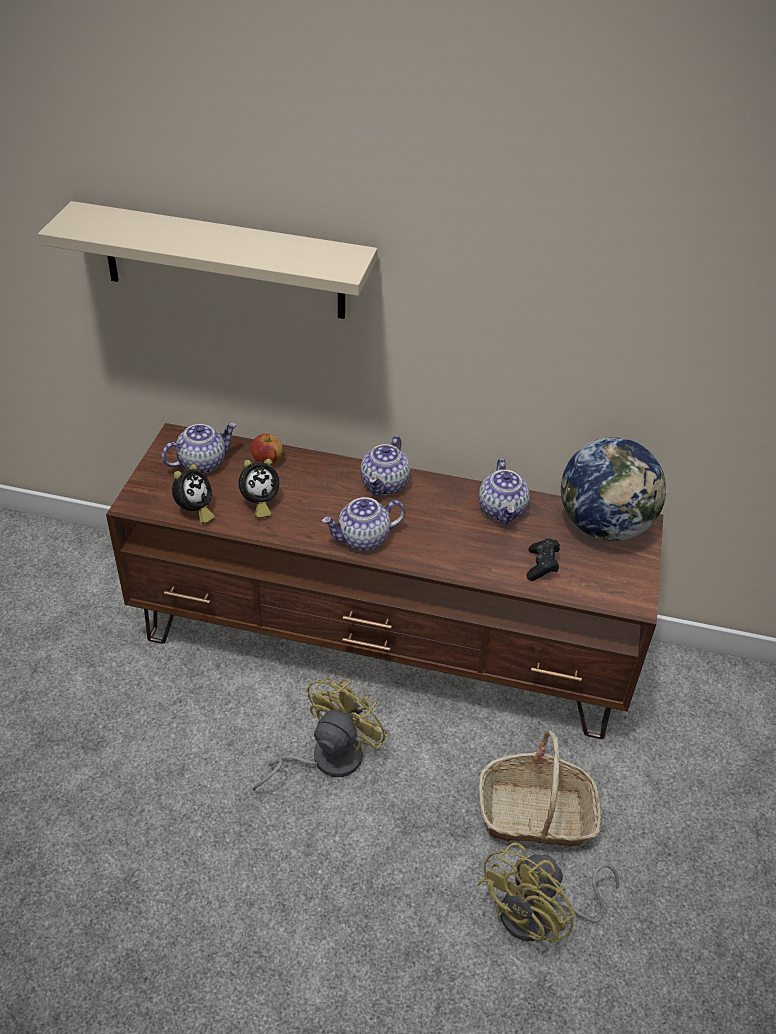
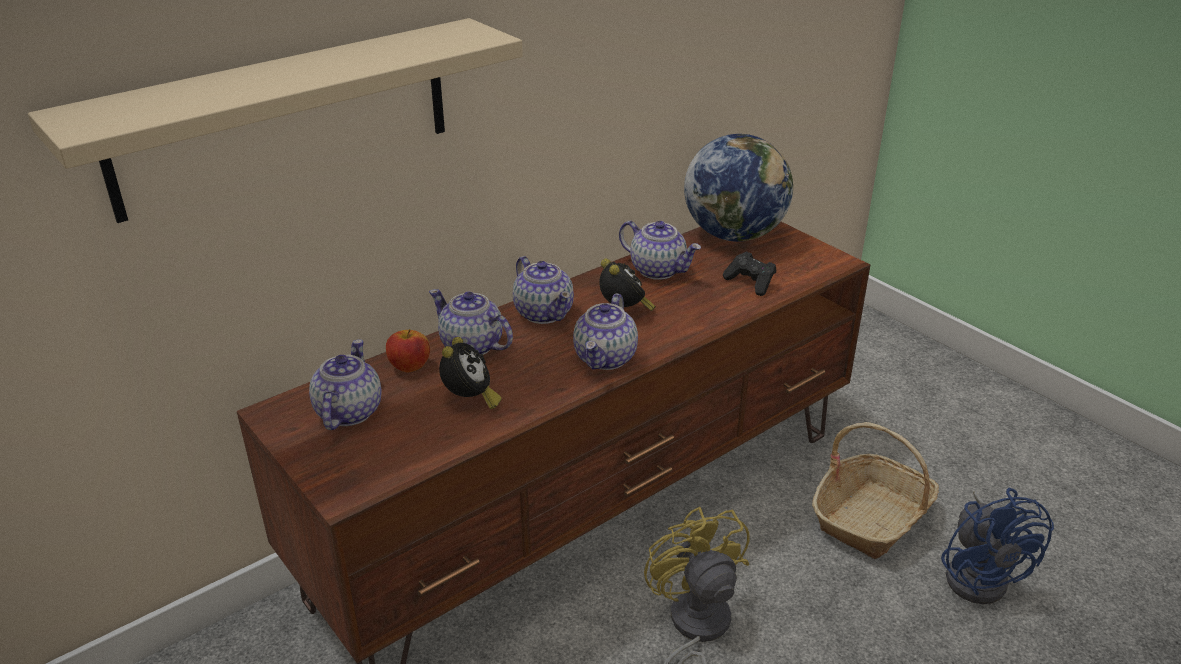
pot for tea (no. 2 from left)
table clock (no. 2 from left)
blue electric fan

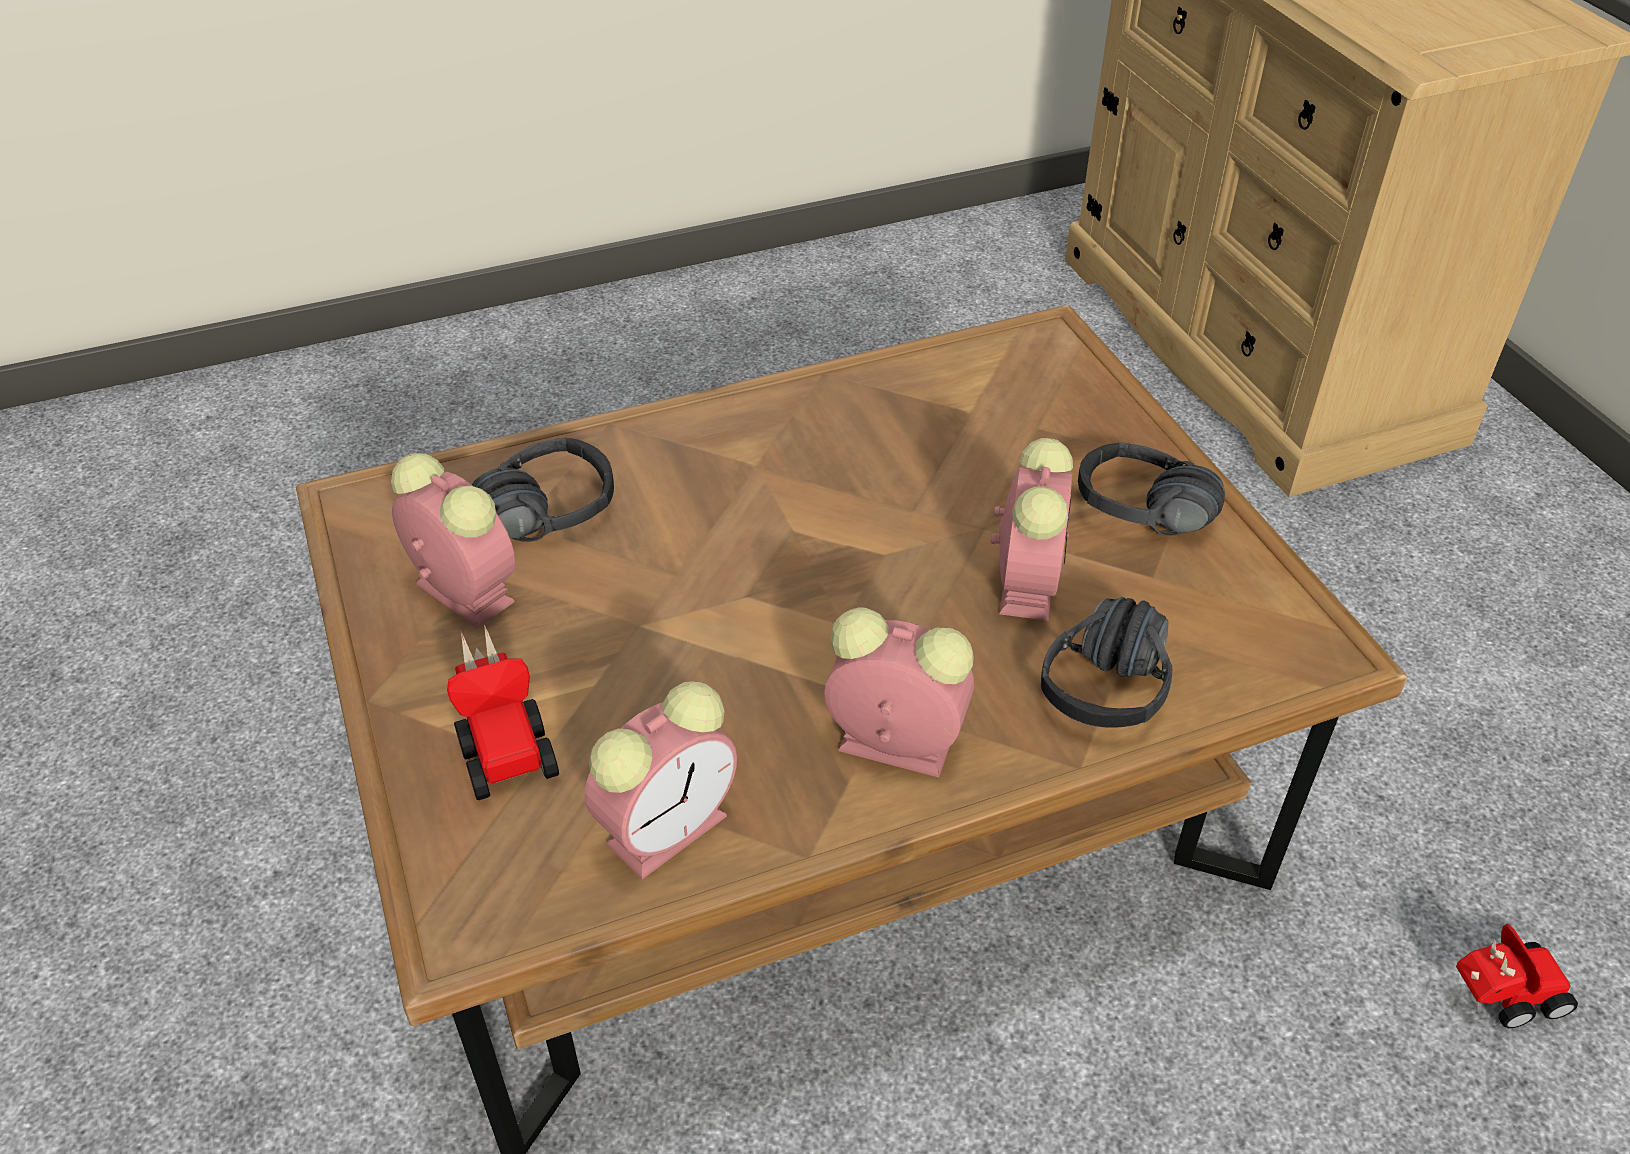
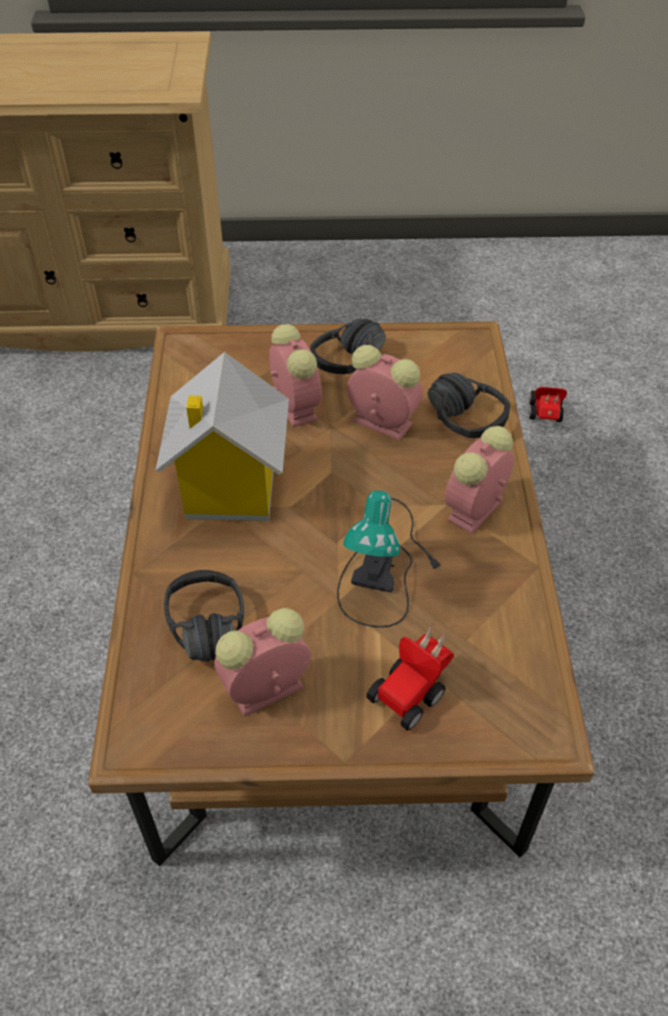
toy house
table clock (no. 2 from left)
table lamp
toy car (no. 1 from left)

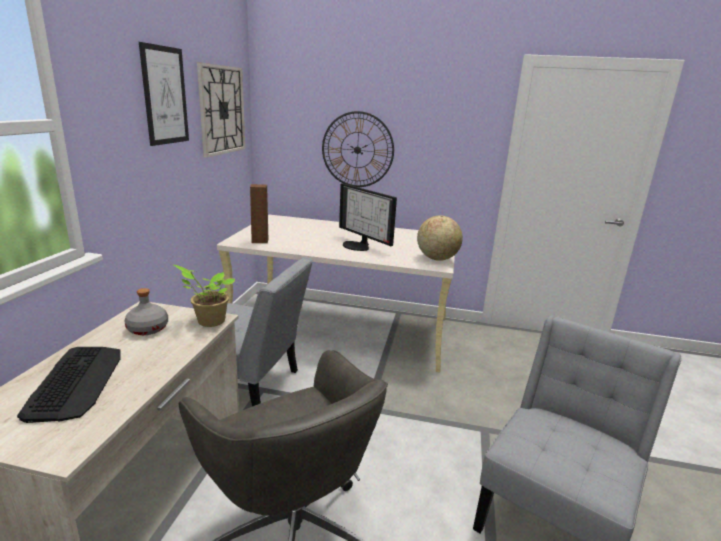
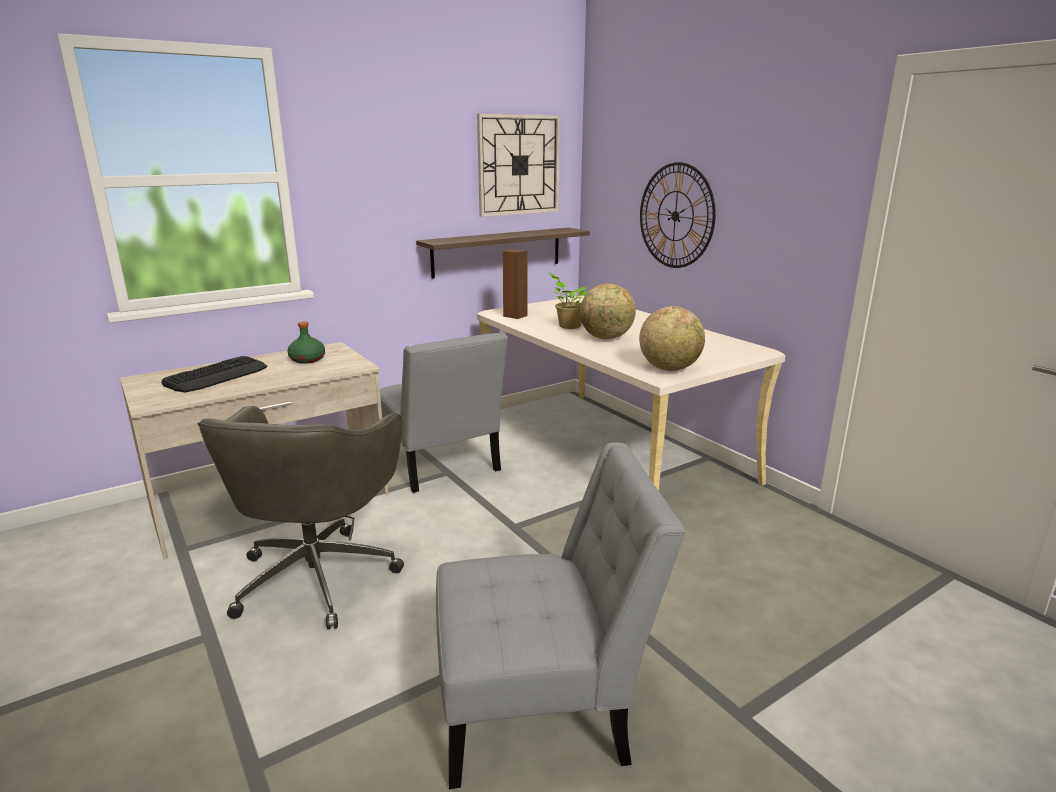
green drink bottle
bracket shelf
plant in a pot
desk globe (no. 1 from left)
picture

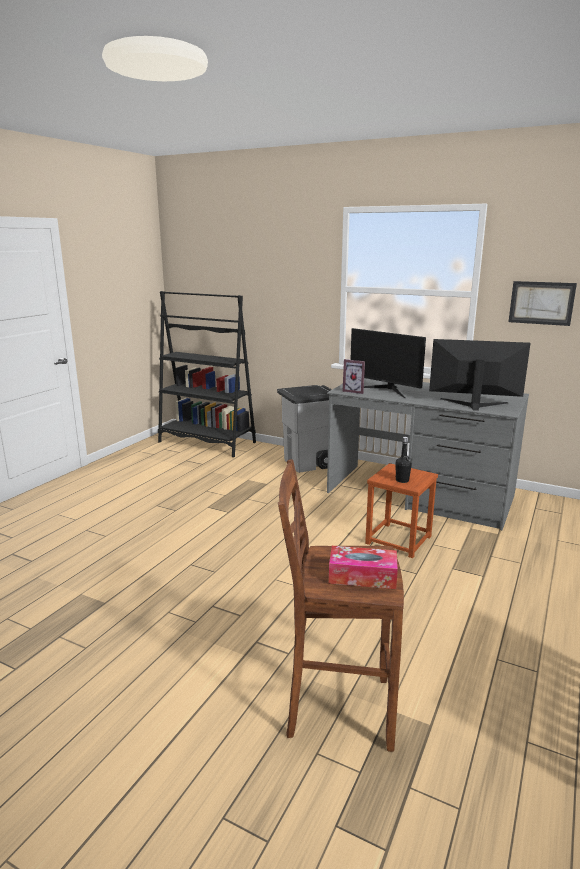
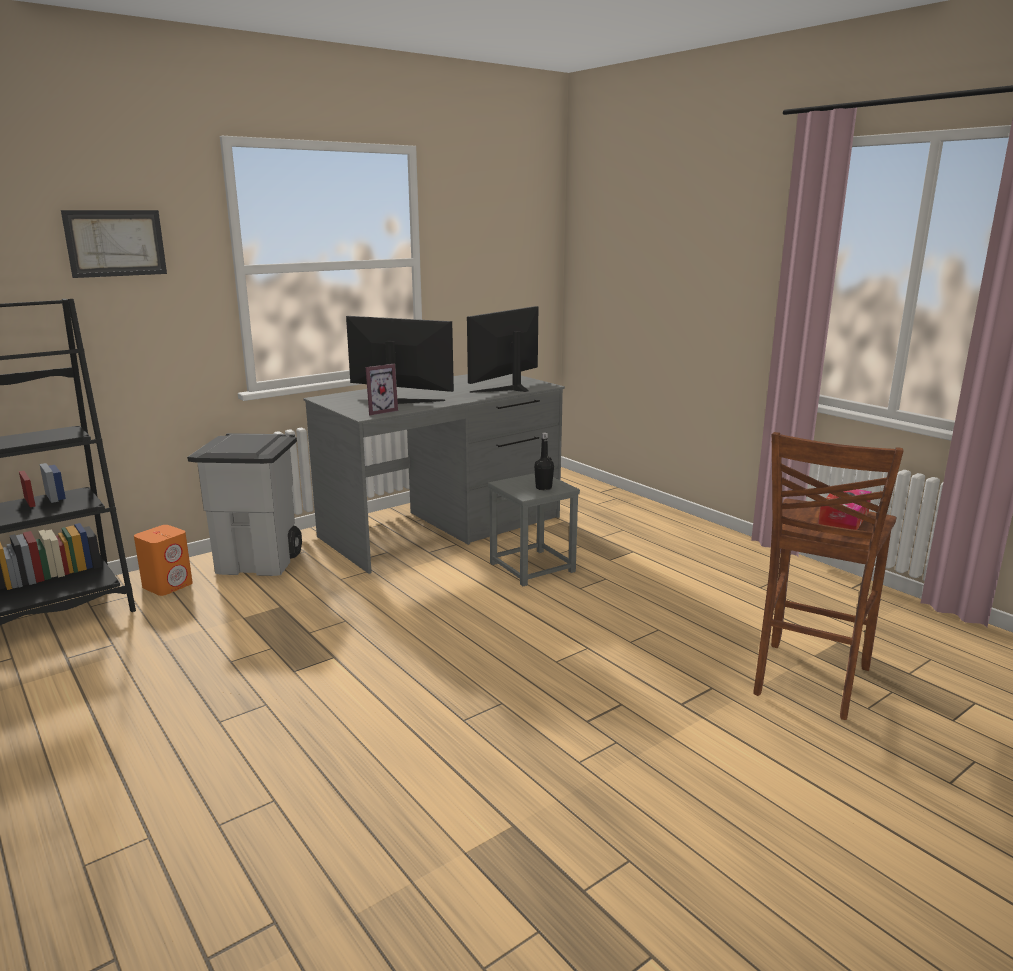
picture
orange speaker
monitor (no. 1 from left)
gray stool seat

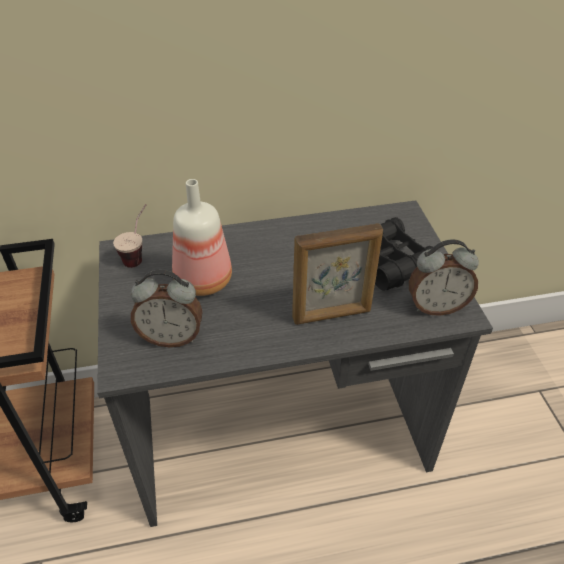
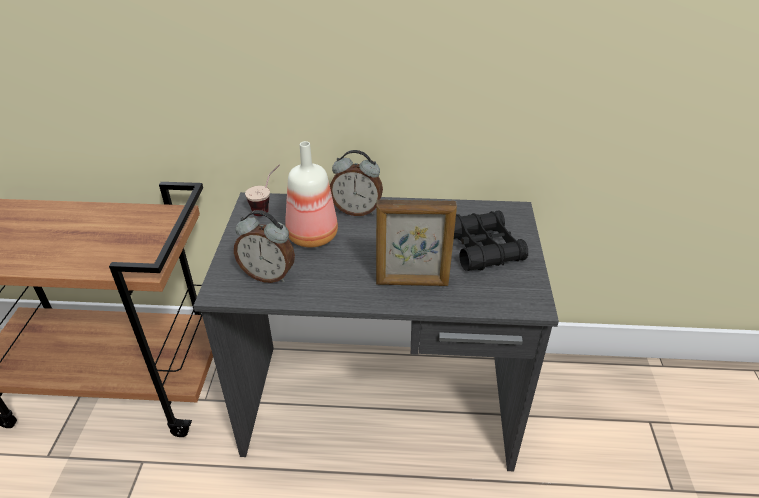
table clock (no. 2 from left)

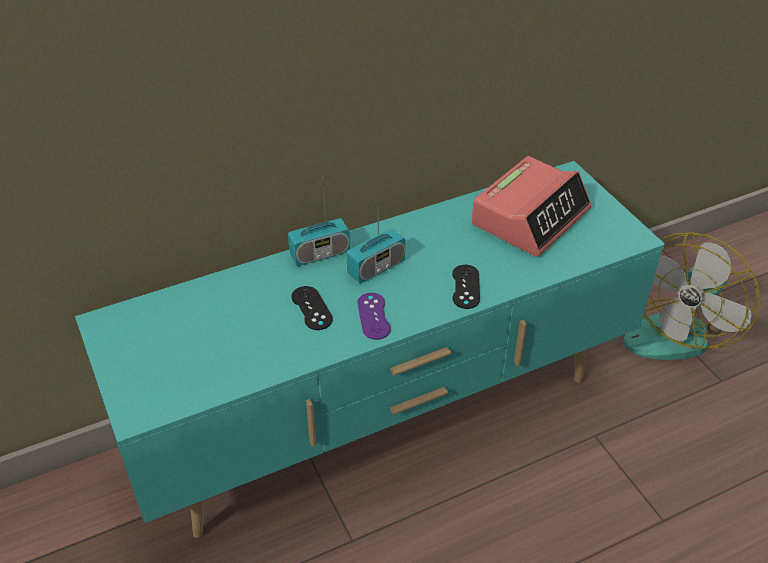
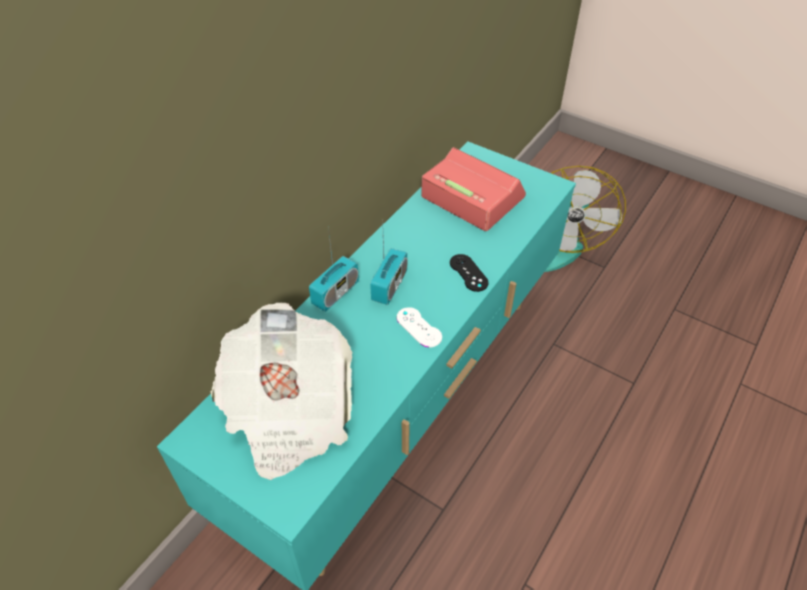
newspaper
whitish game controller
table clock
black game controller (no. 1 from left in the first image)

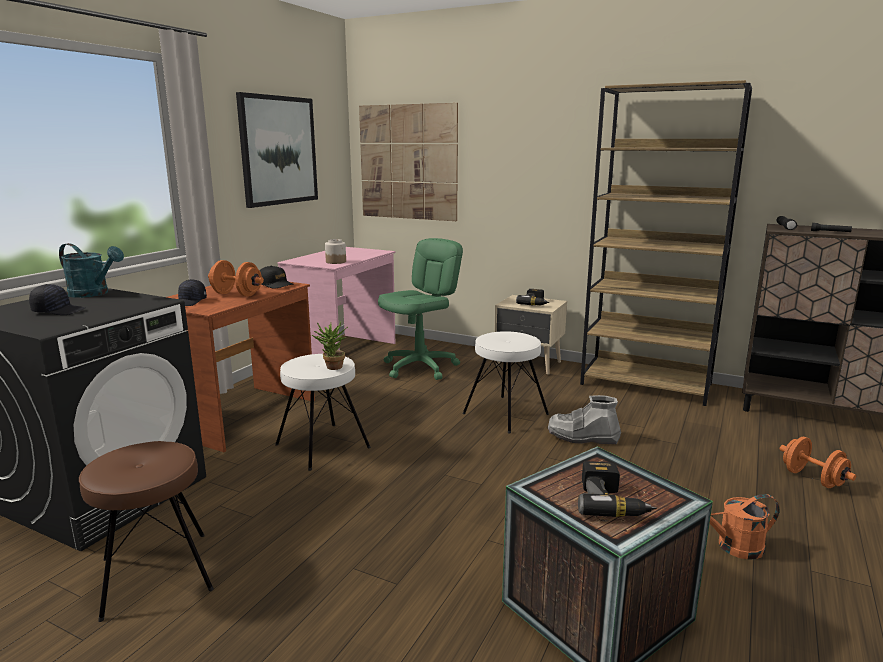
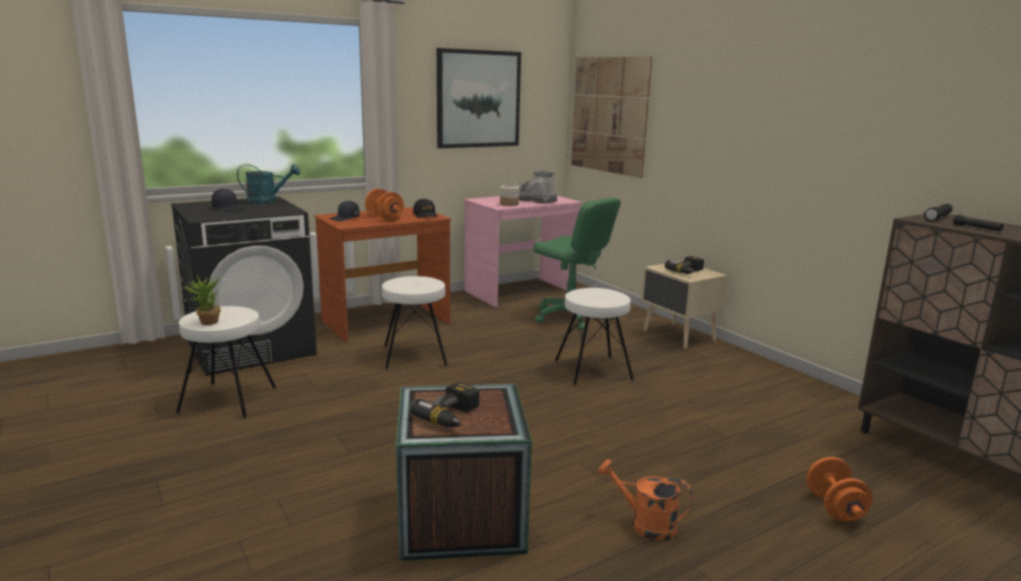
whitish stool seat (no. 1 from left)
plant in a pot
blue-green watering can
gray high-top boot
green desk chair
brown-coloured bookcase

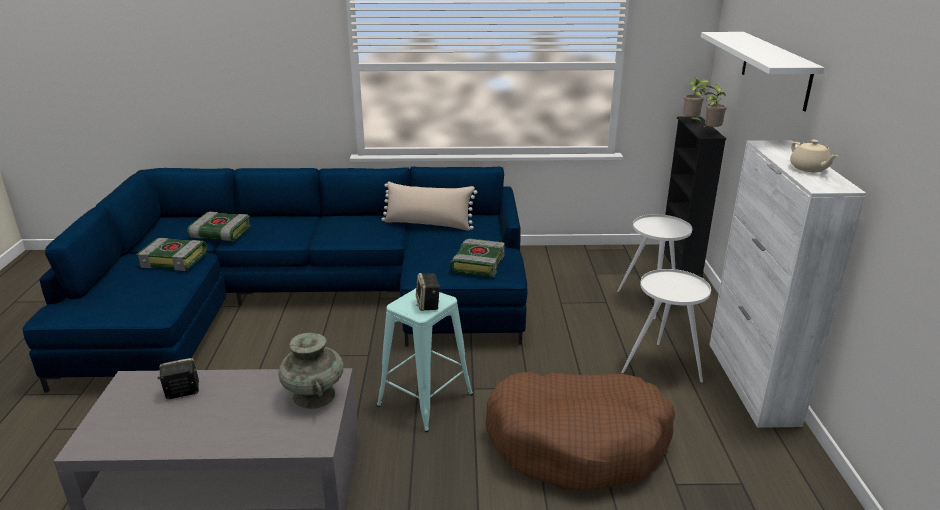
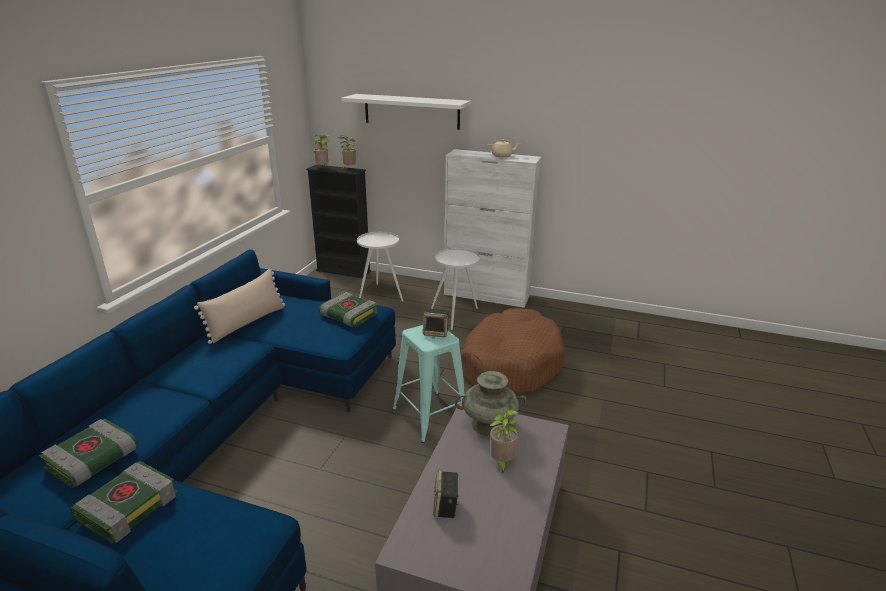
plant in a pot (no. 3 from left)

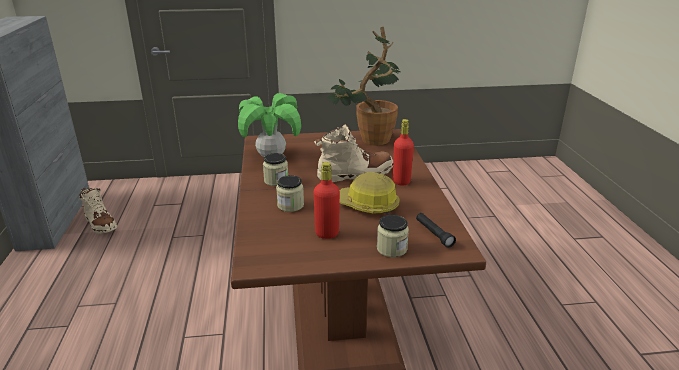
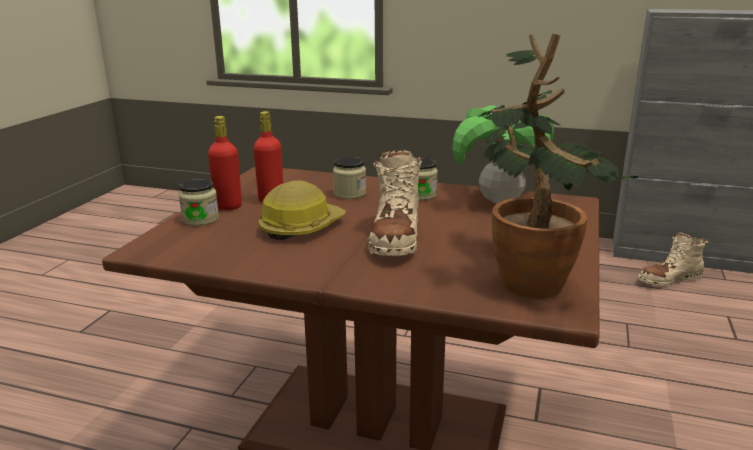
red drink bottle (no. 1 from left)
black flashlight

